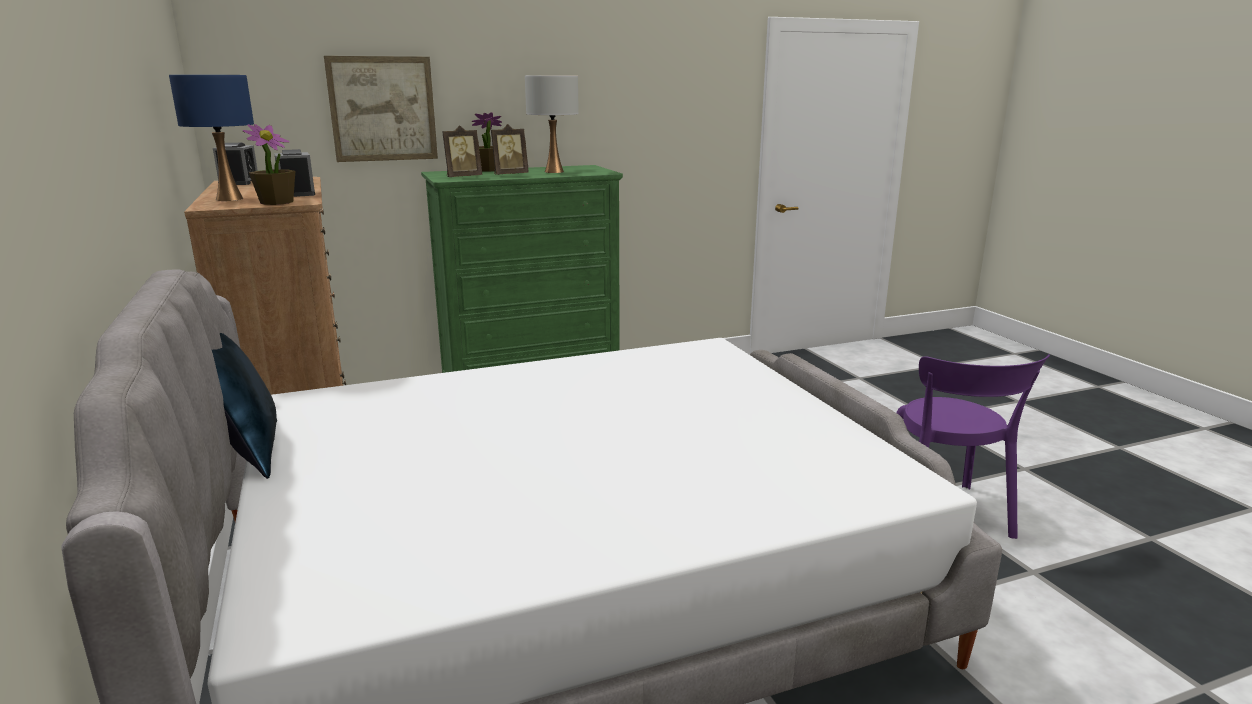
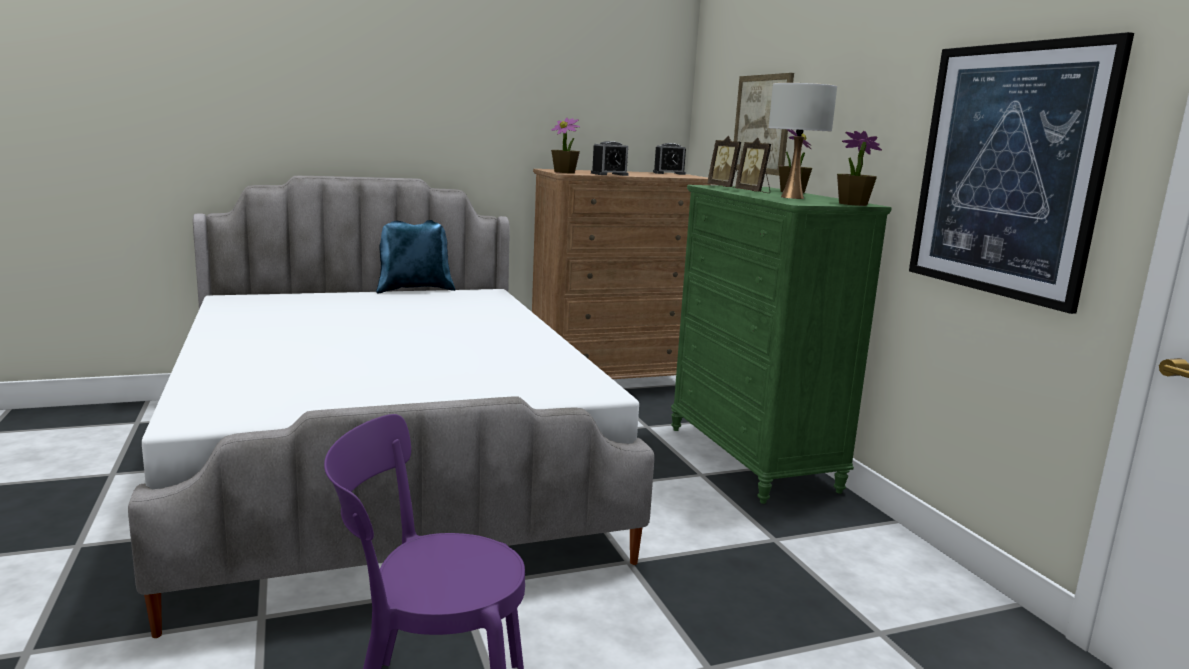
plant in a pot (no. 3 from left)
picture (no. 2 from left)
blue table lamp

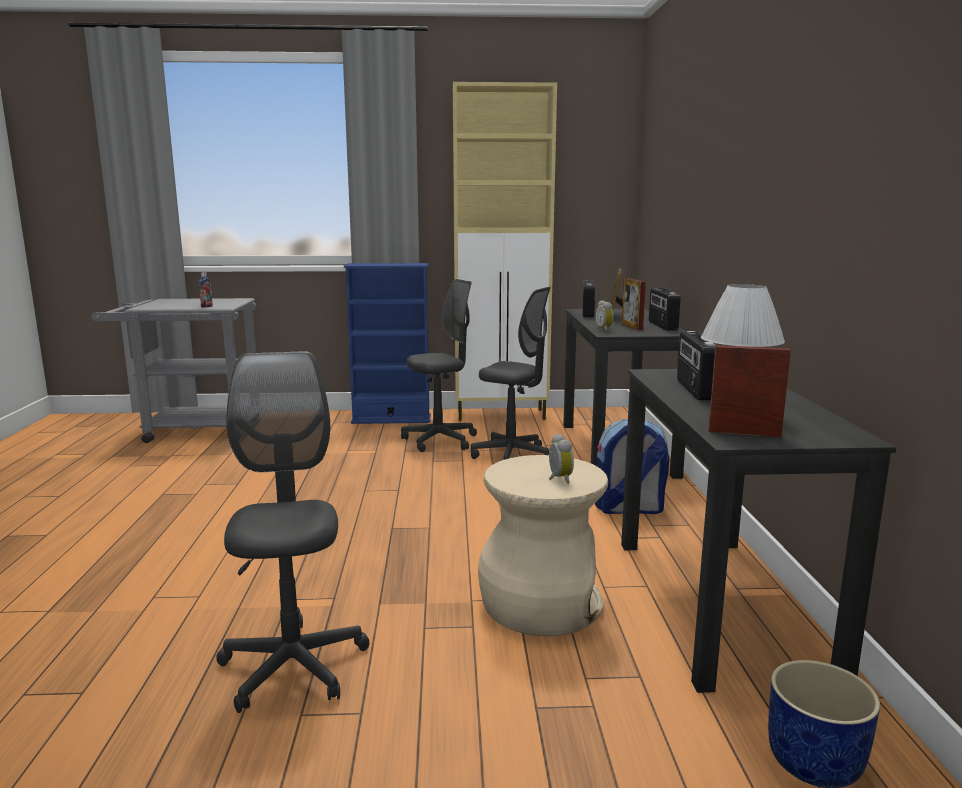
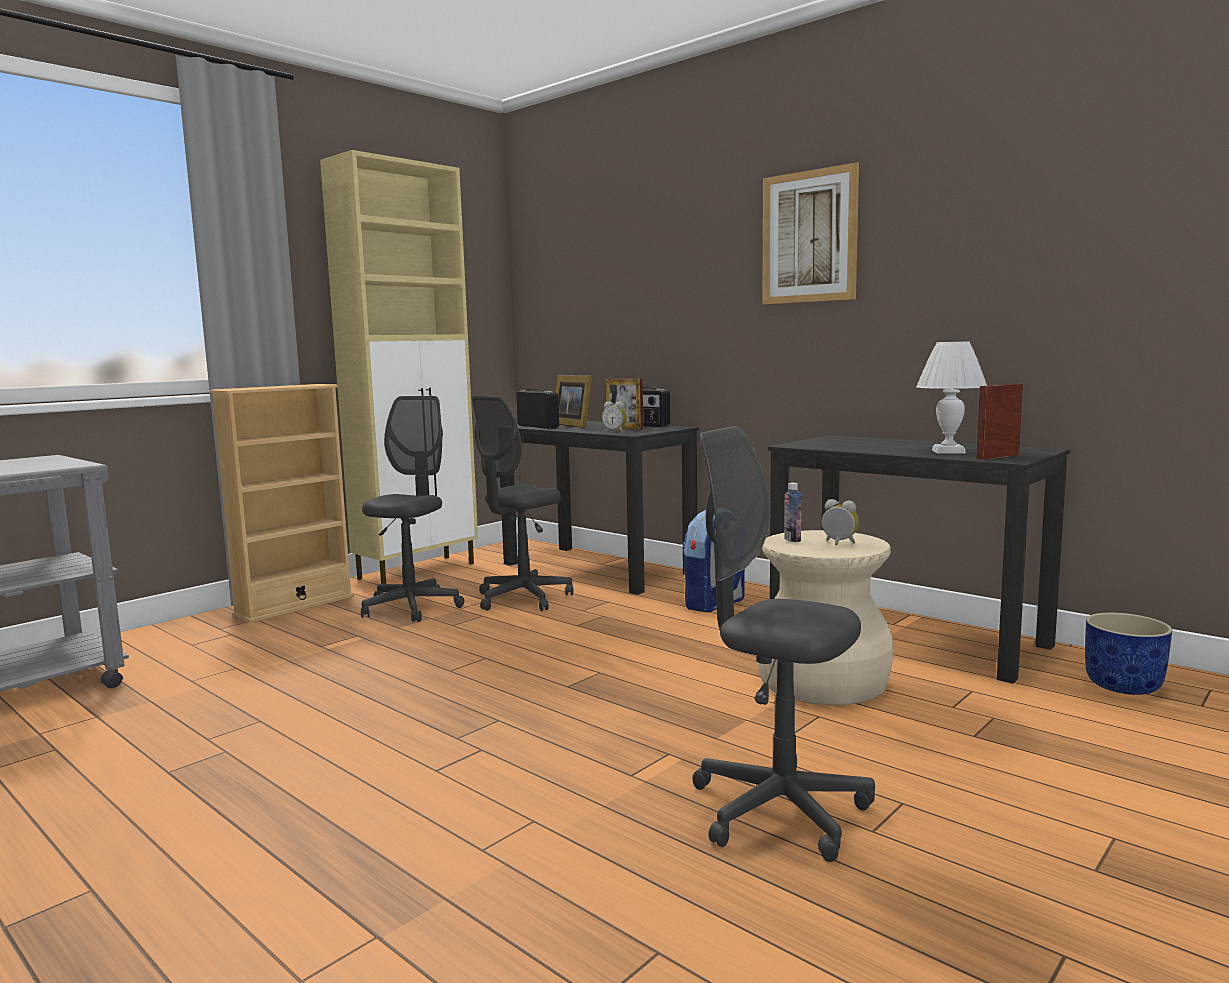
beige bookcase
gray desk chair (no. 2 from left)
picture
drink bottle
radio receiver (no. 3 from left in the first image)

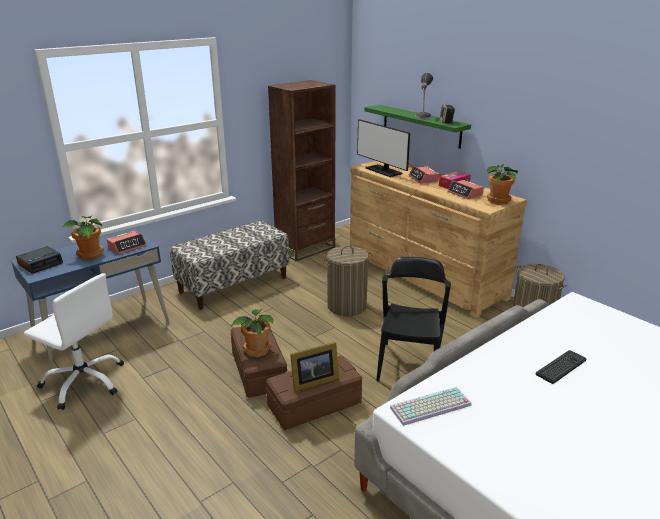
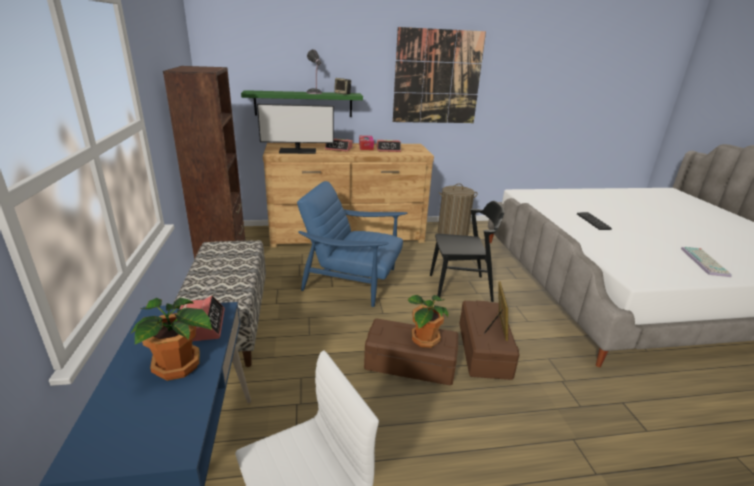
blue armchair
picture
black chair
PC keyboard (no. 2 from left)
table clock (no. 1 from left in the first image)
plant in a pot (no. 3 from left in the first image)

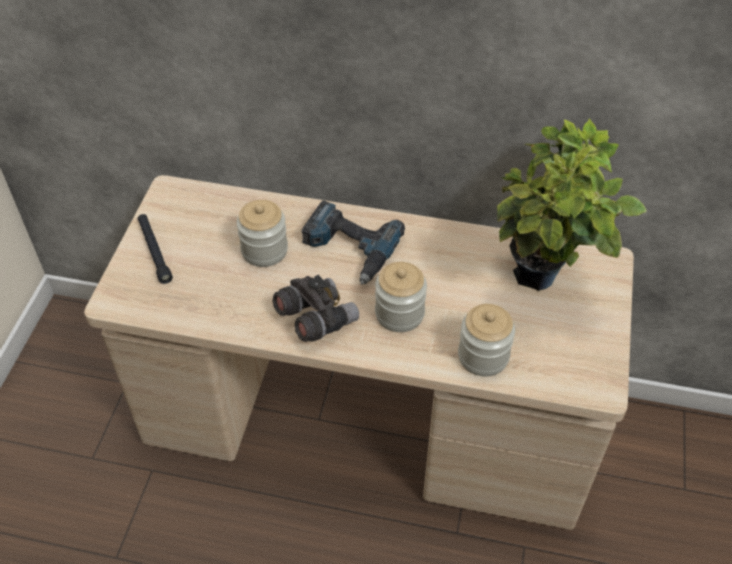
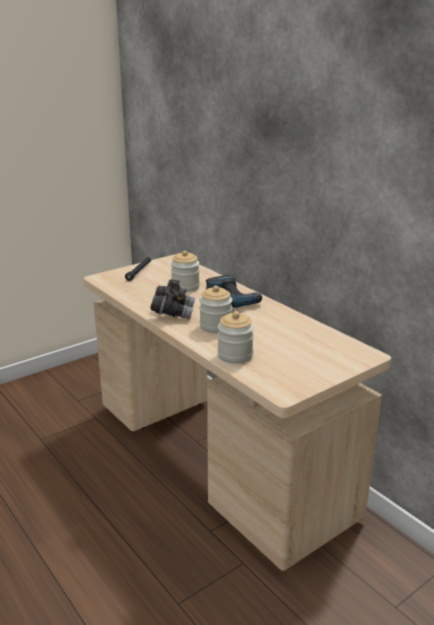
plant in a pot

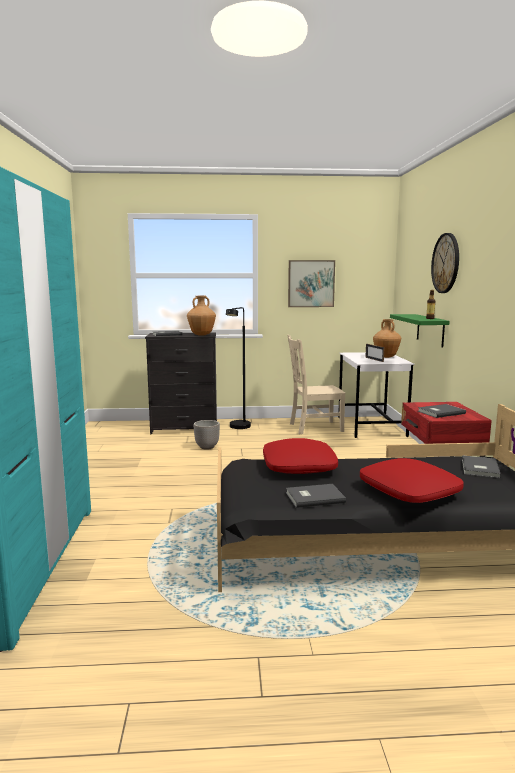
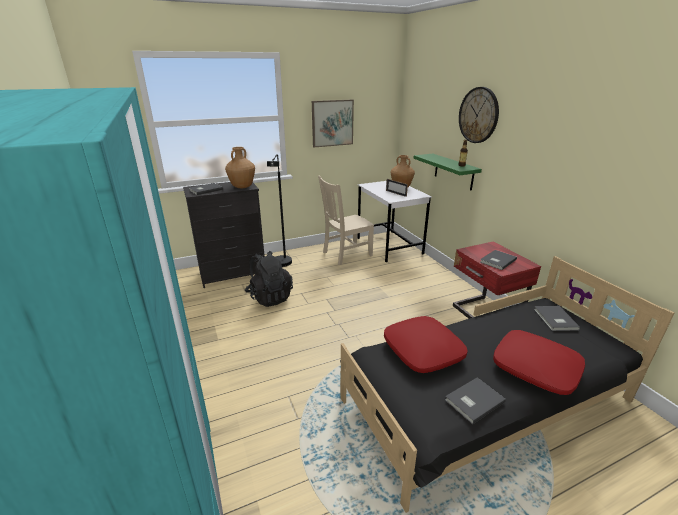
black backpack

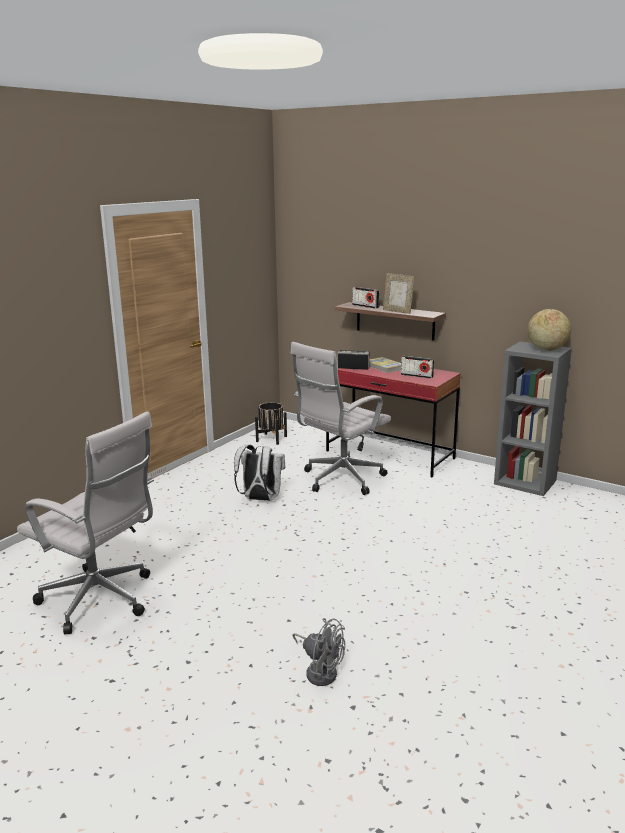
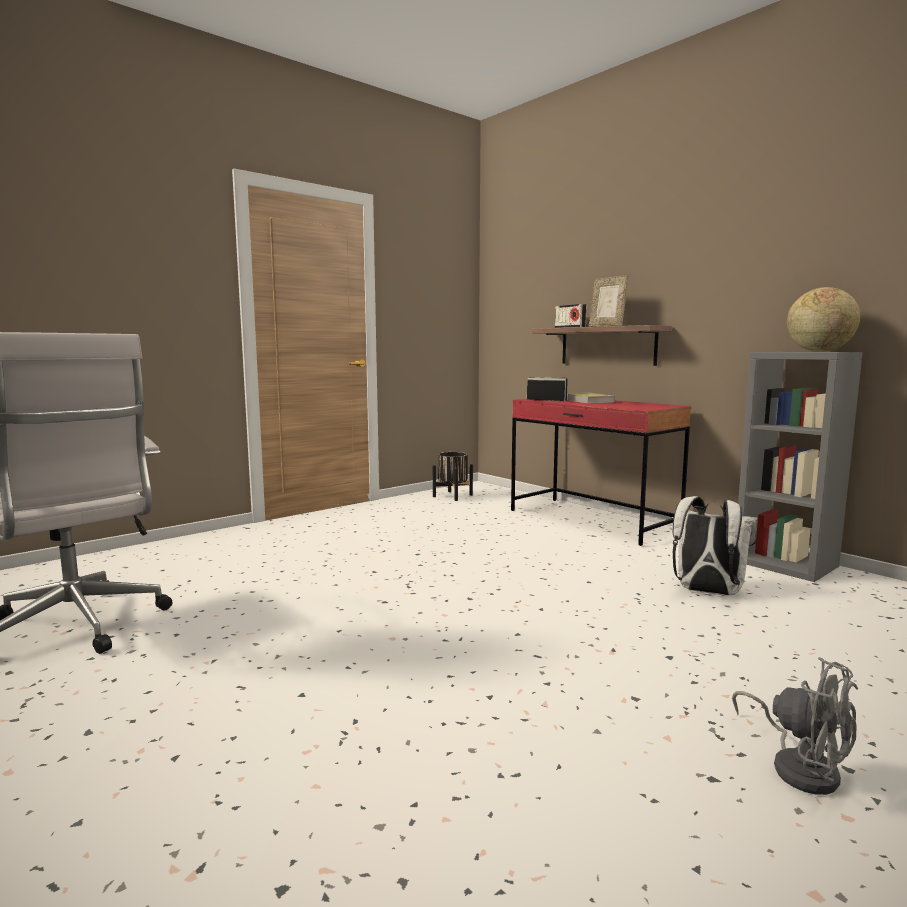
whitish backpack
gray electric fan
whitish desk chair (no. 2 from left in the first image)
radio receiver (no. 3 from left in the first image)

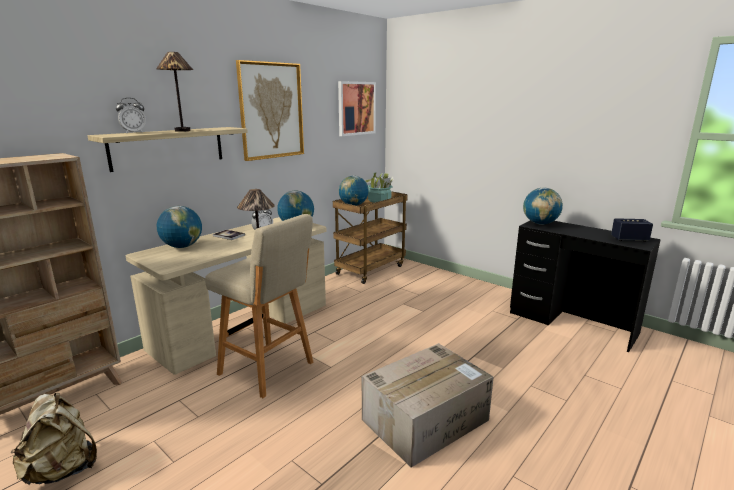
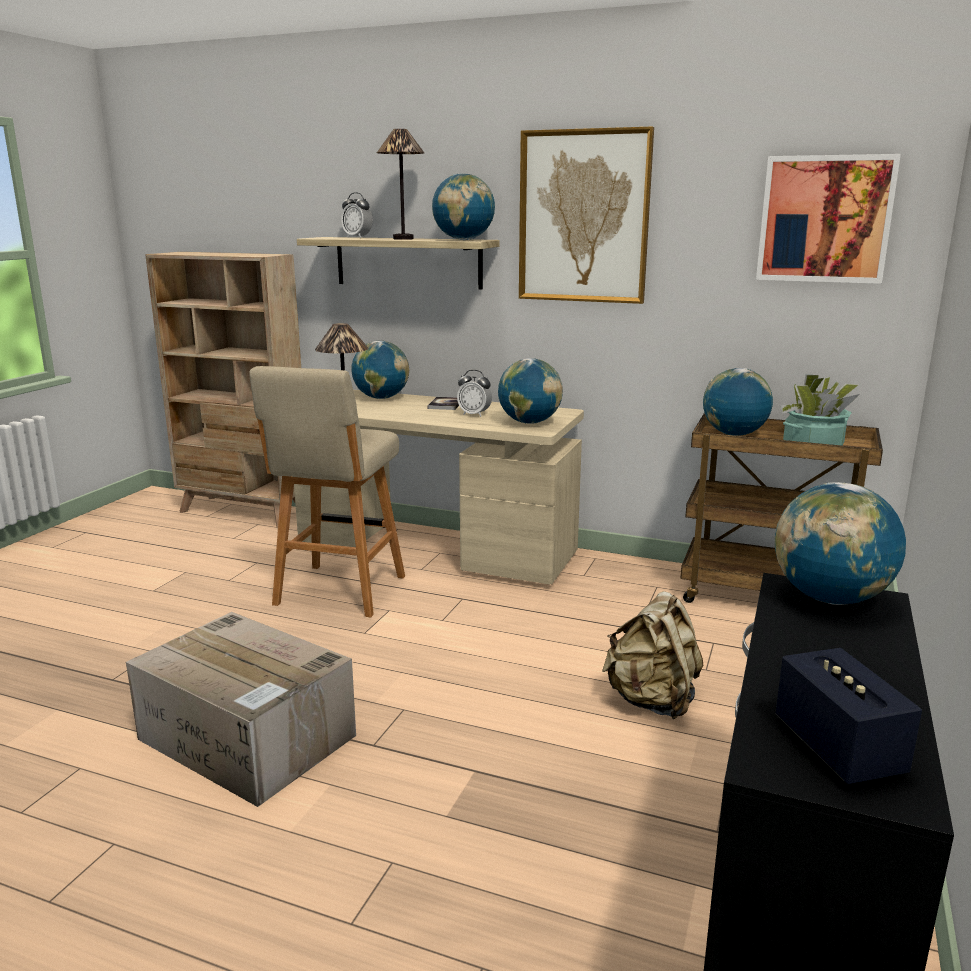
desk globe (no. 2 from left)
beige backpack

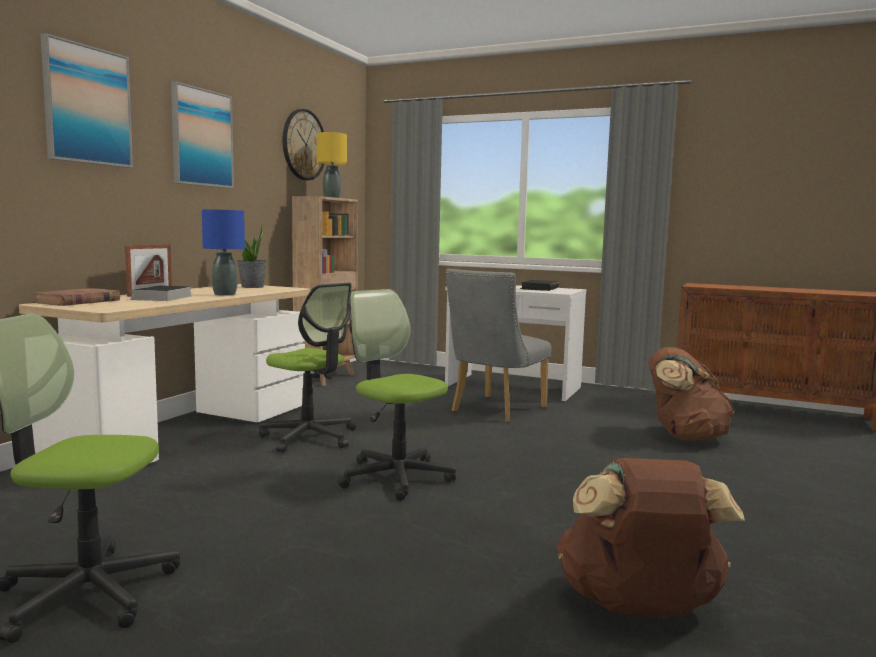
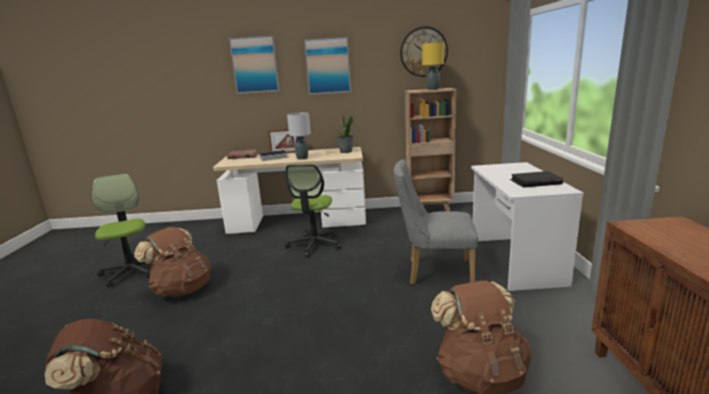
brown-coloured backpack (no. 2 from left)
gray table lamp
desk chair (no. 3 from left in the first image)

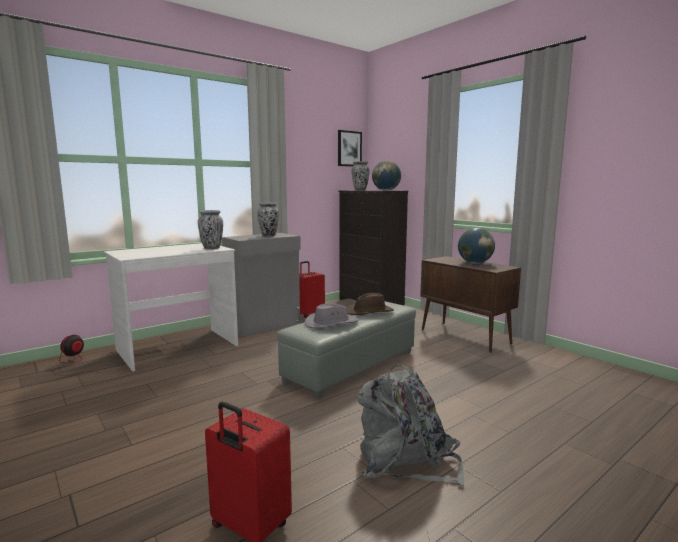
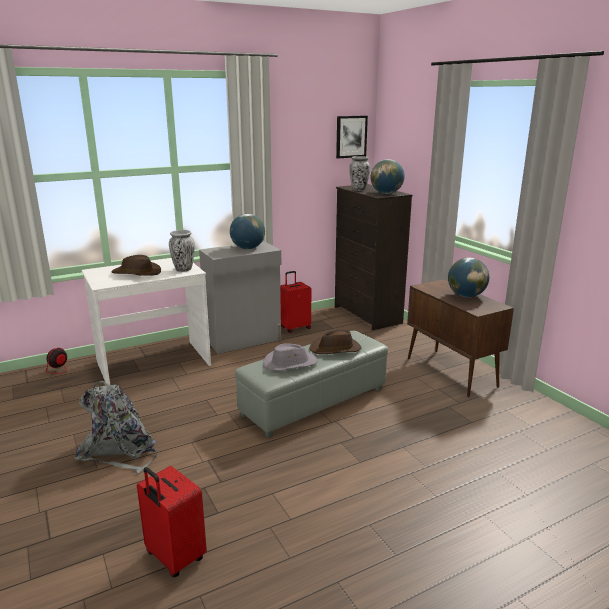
gray backpack
brown-coloured wearable hat (no. 1 from left)
desk globe (no. 1 from left)

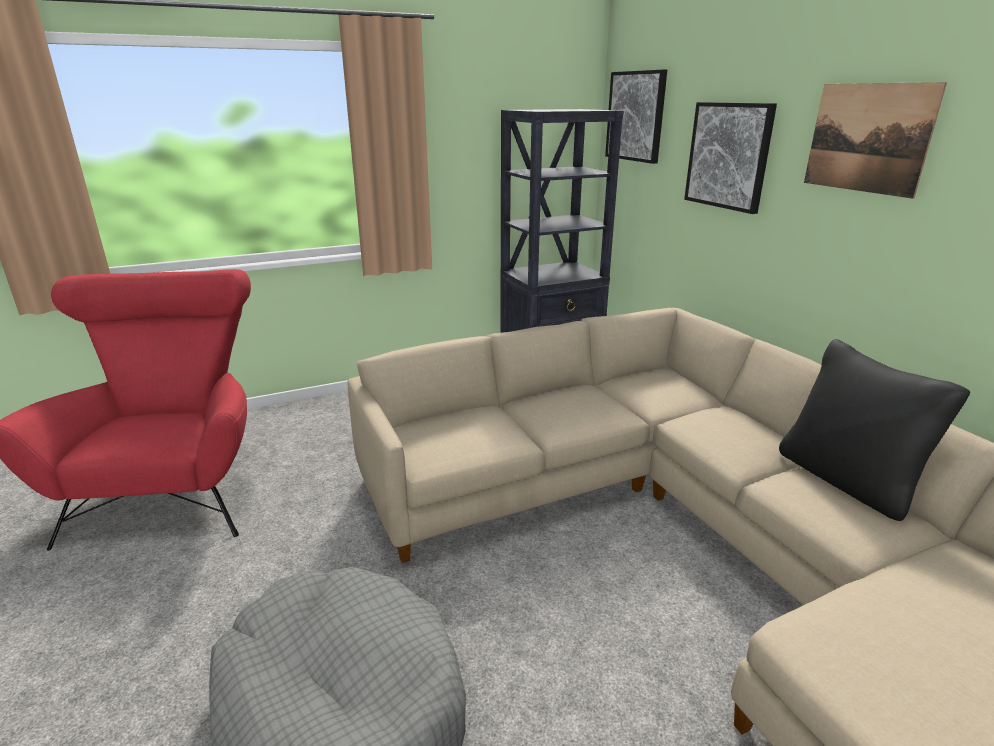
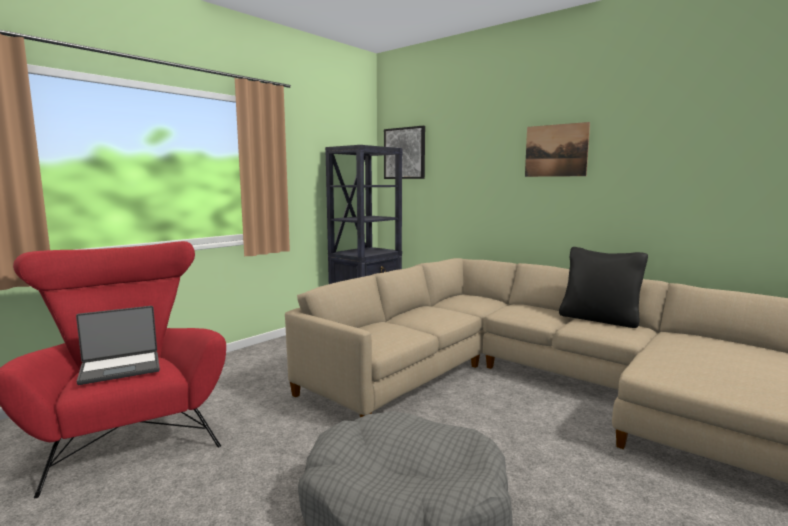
portable computer
picture (no. 2 from left in the first image)

